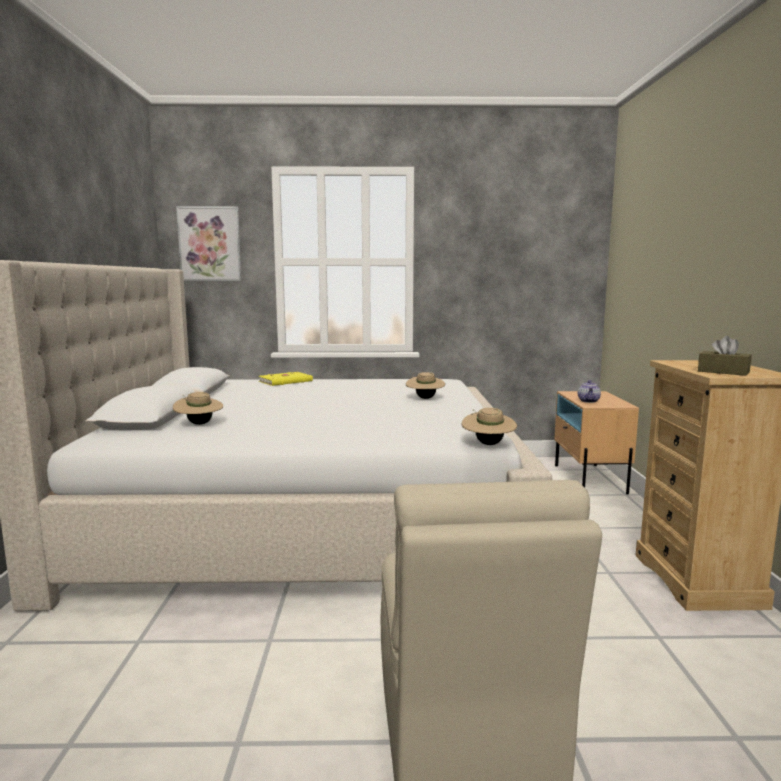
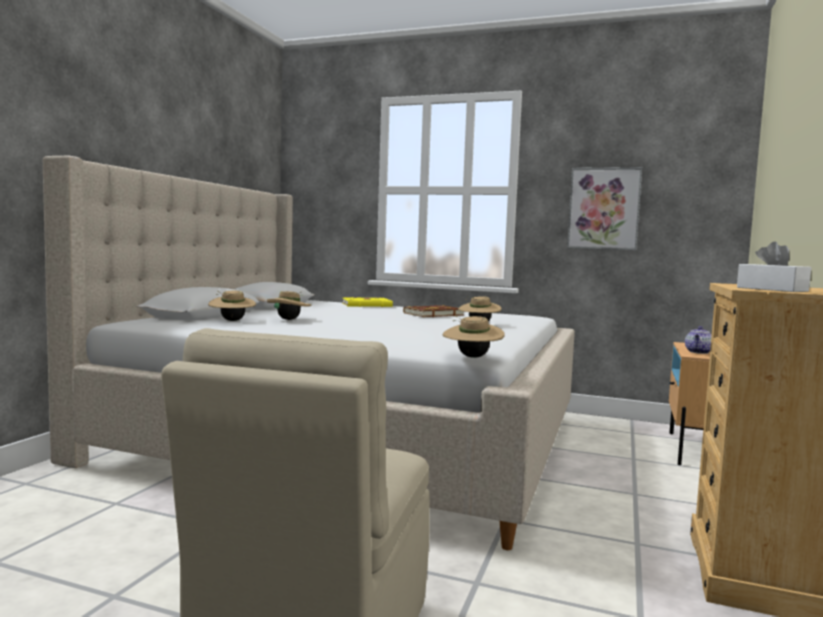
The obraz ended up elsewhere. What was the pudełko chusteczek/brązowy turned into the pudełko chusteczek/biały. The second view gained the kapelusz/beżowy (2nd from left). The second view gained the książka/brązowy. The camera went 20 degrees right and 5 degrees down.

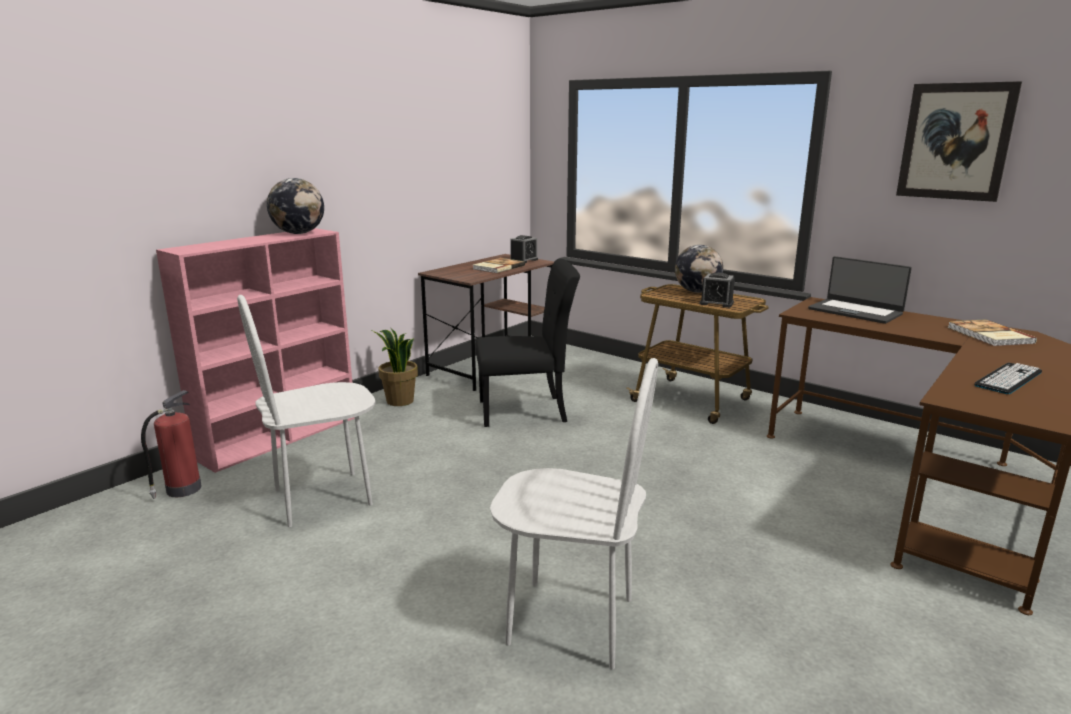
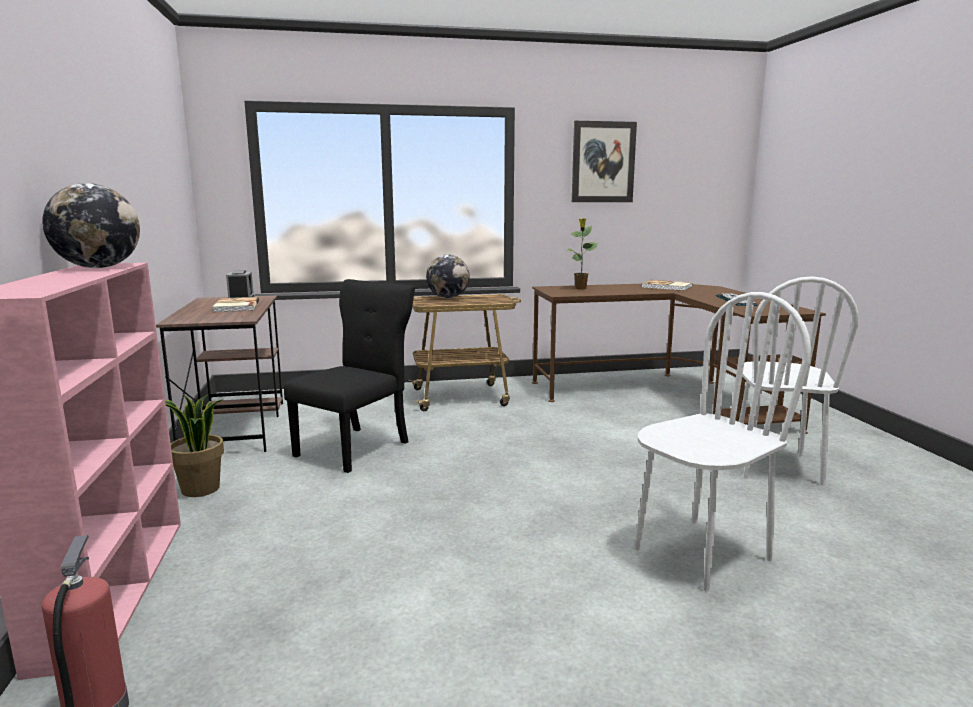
Where the laptop stood, the roślina doniczkowa (2nd from left) came to stand. The second view lost the budzik (2nd from left). The krzesło/biały (1st from left in the first image) ended up elsewhere. The camera went 50 degrees left and 5 degrees down.

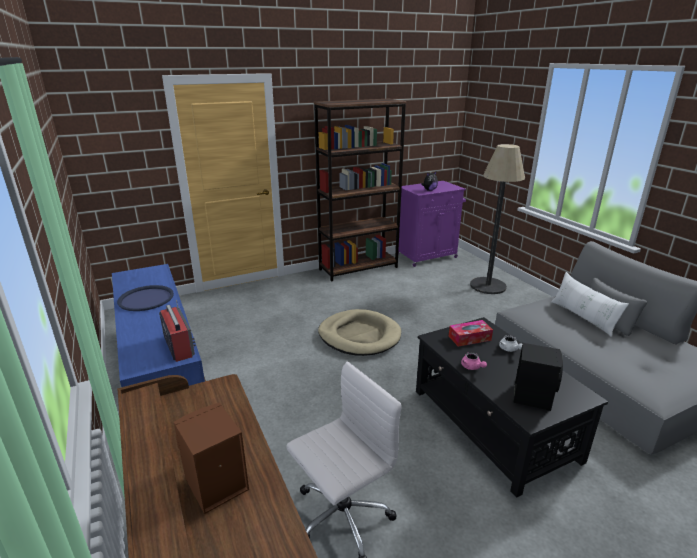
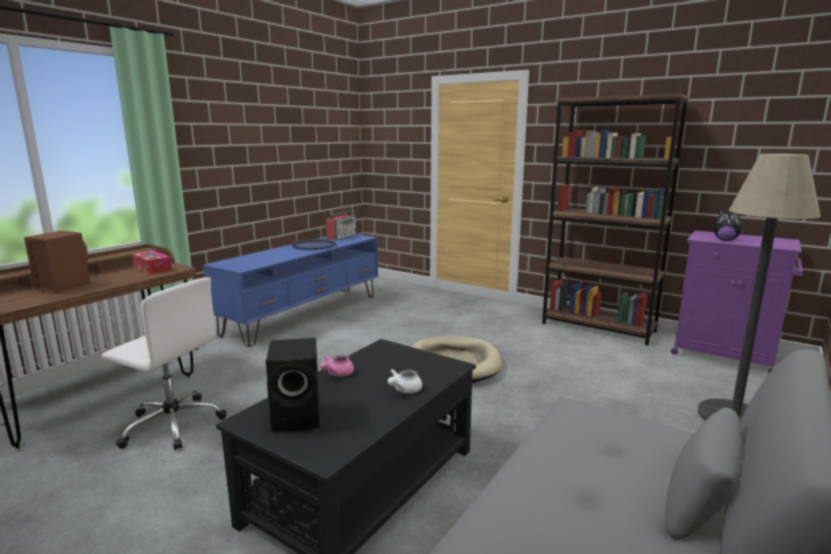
The second view lost the poduszka/biały. The radio ended up elsewhere. The pudełko chusteczek ended up elsewhere. The camera went 60 degrees right and 10 degrees down.

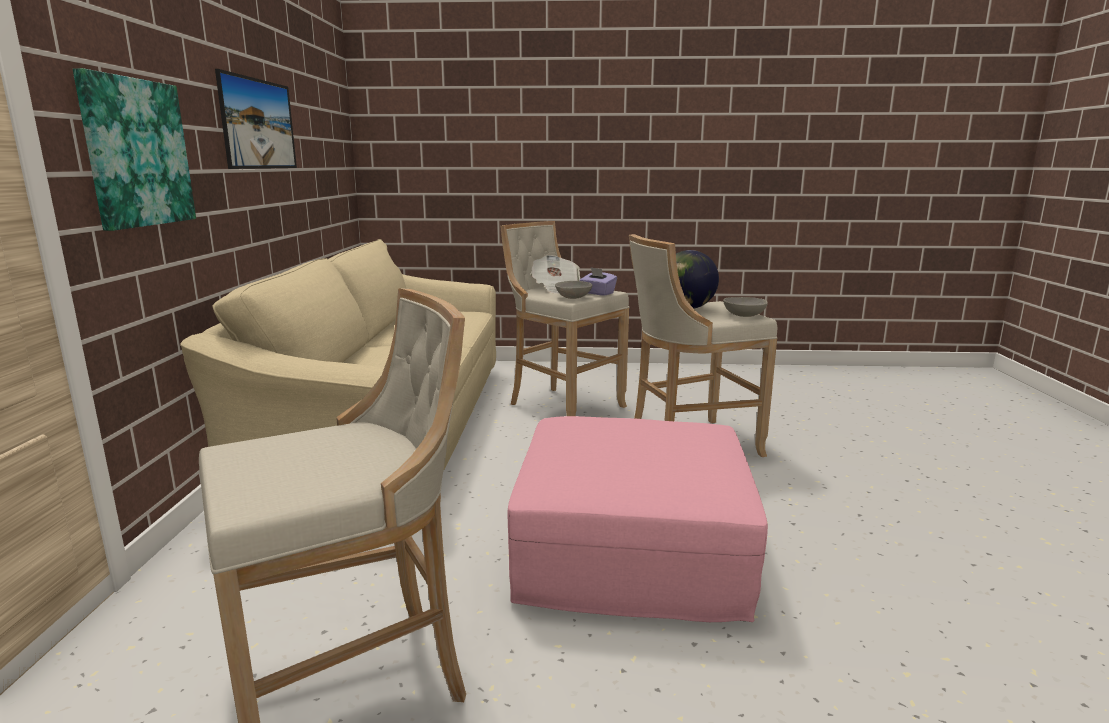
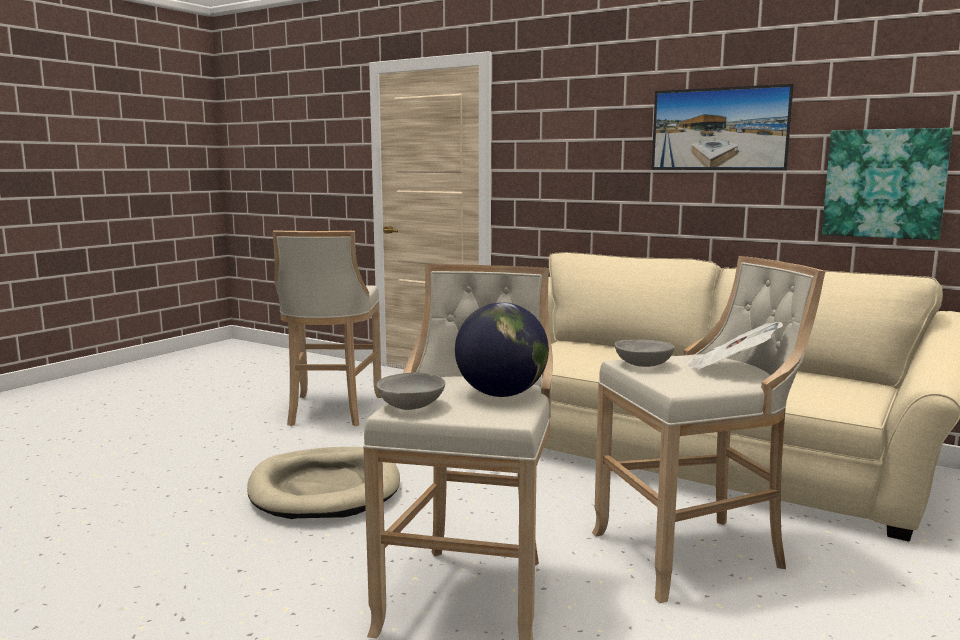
The obraz (1st from left in the first image) ended up elsewhere. The second view lost the pudełko chusteczek/fioletowy. Where the pufa/różowy stood, the legowisko/beżowy came to stand. The camera went 120 degrees right and 5 degrees down.

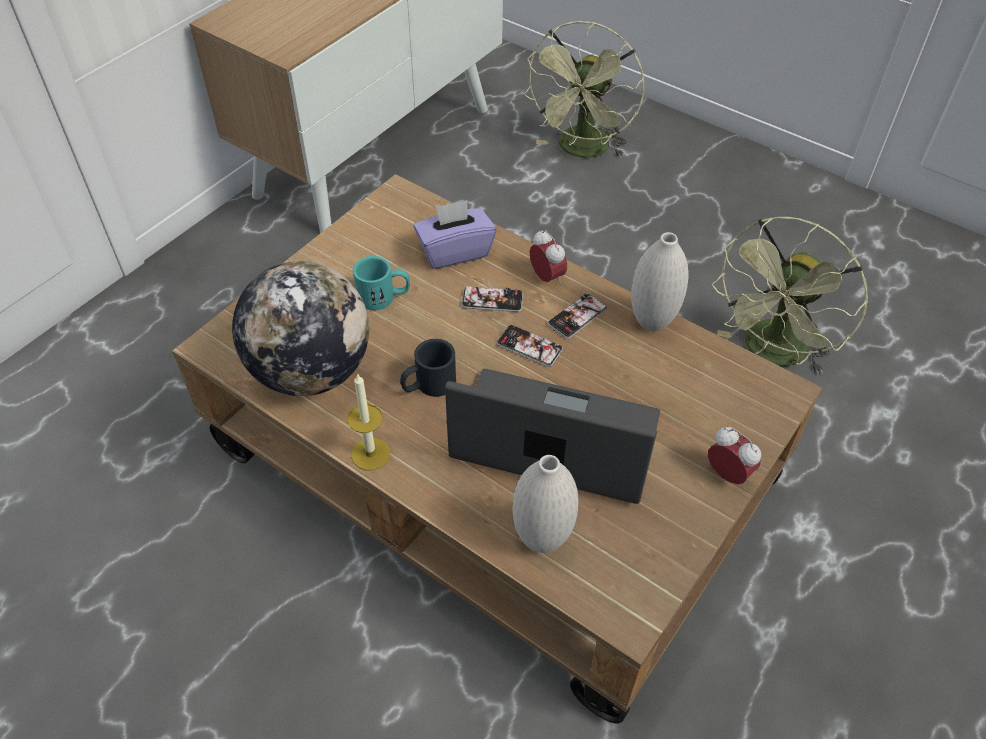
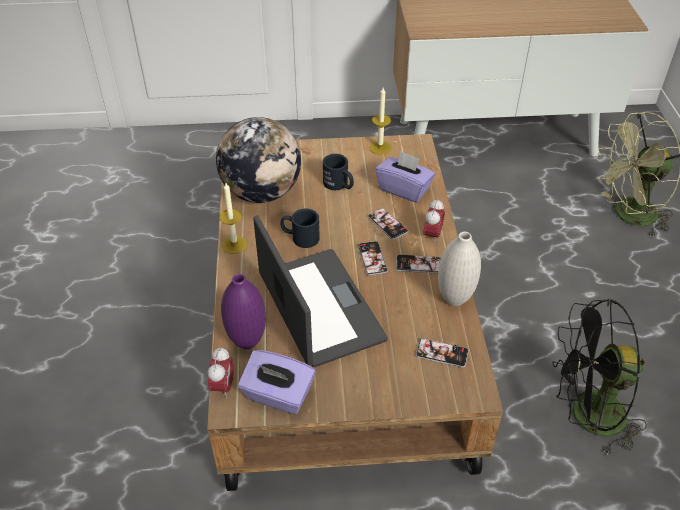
What was the wentylator/zielony (2nd from left) turned into the wentylator/czarny. What was the kubek/turkusowy turned into the kubek/czarny (2nd from left). The budzik (2nd from left in the first image) ended up elsewhere. What was the wazon/biały (1st from left) turned into the wazon/fioletowy. The second view gained the świeca (2nd from left). The second view gained the telefon (4th from left). The second view gained the pudełko chusteczek/fioletowy (1st from left). The camera went 50 degrees right and 5 degrees down.

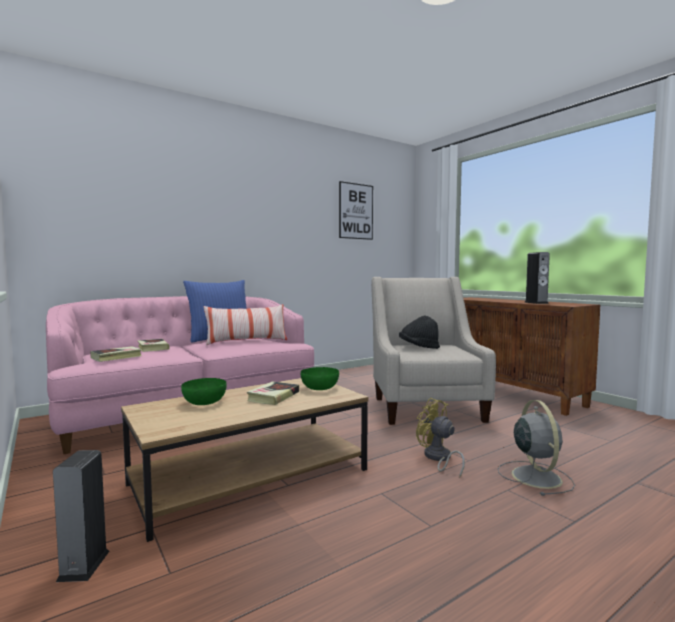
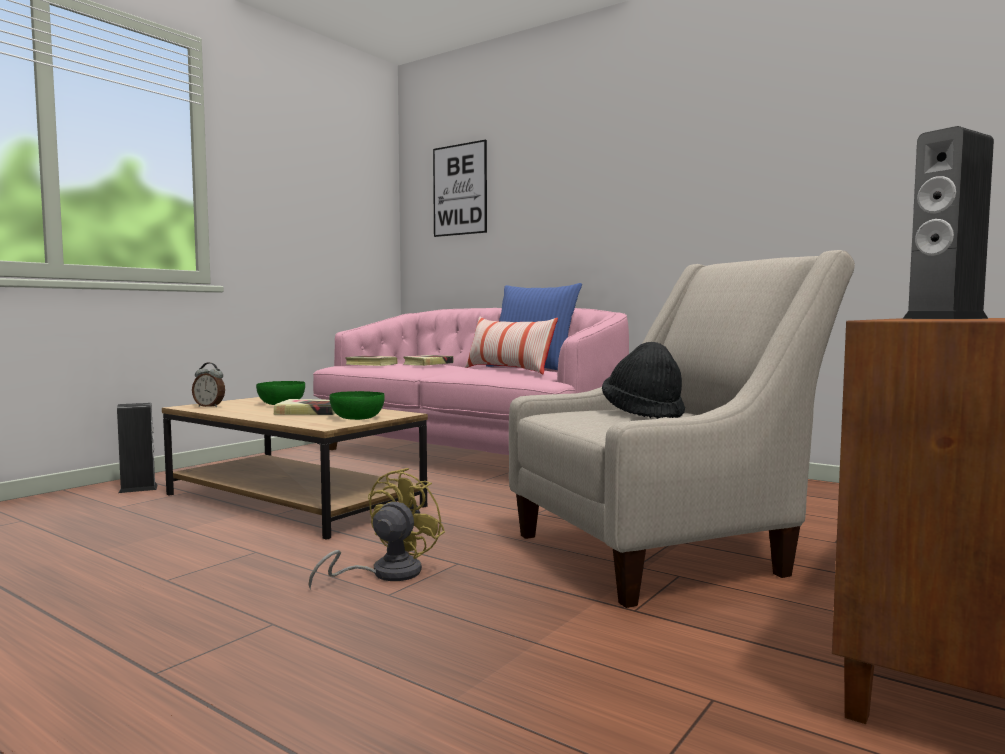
The obraz ended up elsewhere. The second view lost the wentylator/szary. The second view gained the budzik. The camera went 70 degrees right and 0 degrees up.

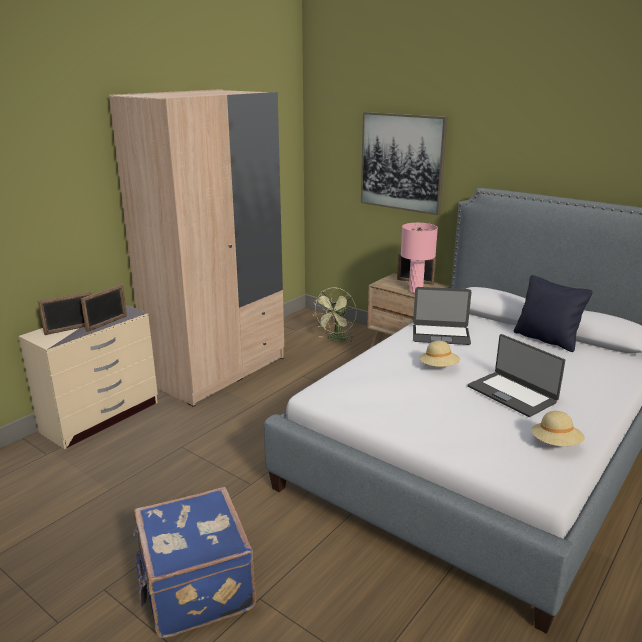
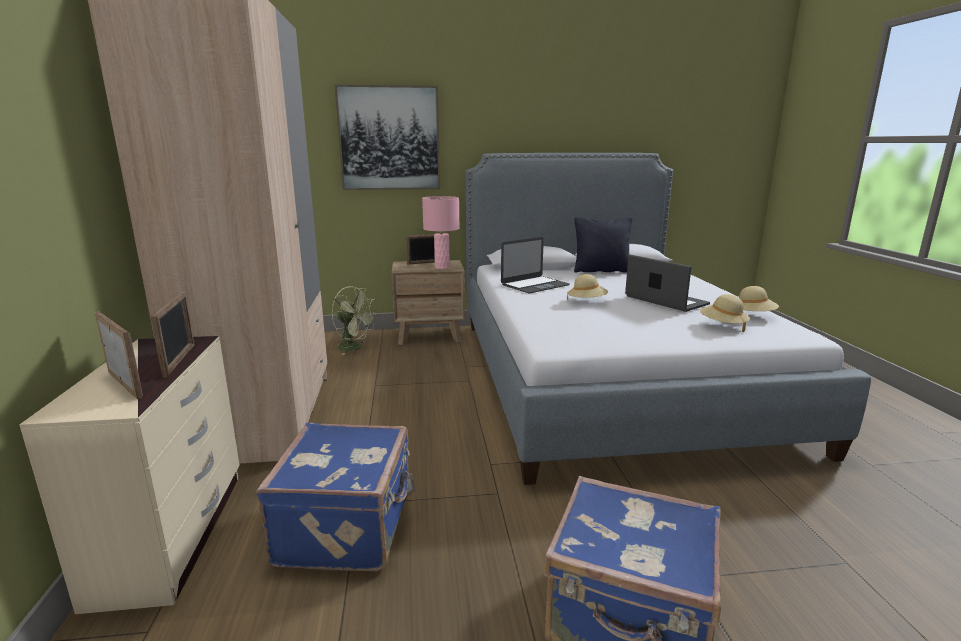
The wentylator/zielony ended up facing another way, 45 degrees counterclockwise from before. The ramka na zdjęcie (1st from left) ended up facing another way, 60 degrees counterclockwise from before. The laptop (2nd from left) ended up facing another way, 135 degrees counterclockwise from before. The second view gained the kapelusz/beżowy (2nd from left). The second view gained the walizka/niebieski (1st from left). The camera went 45 degrees left and 5 degrees down.

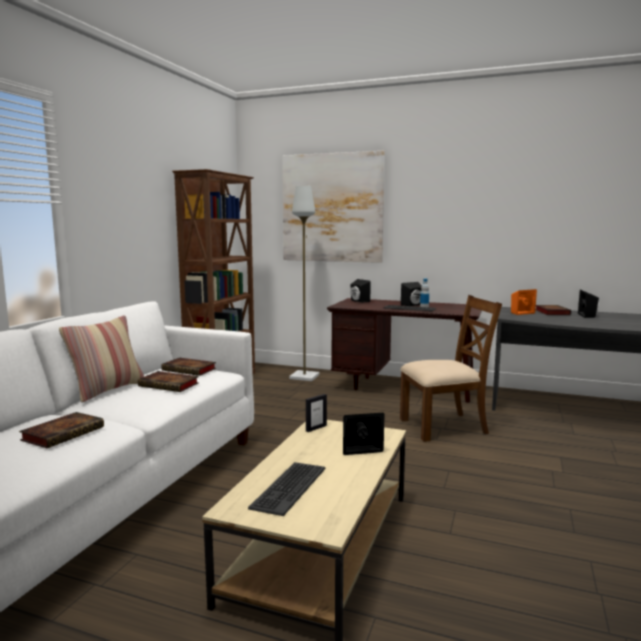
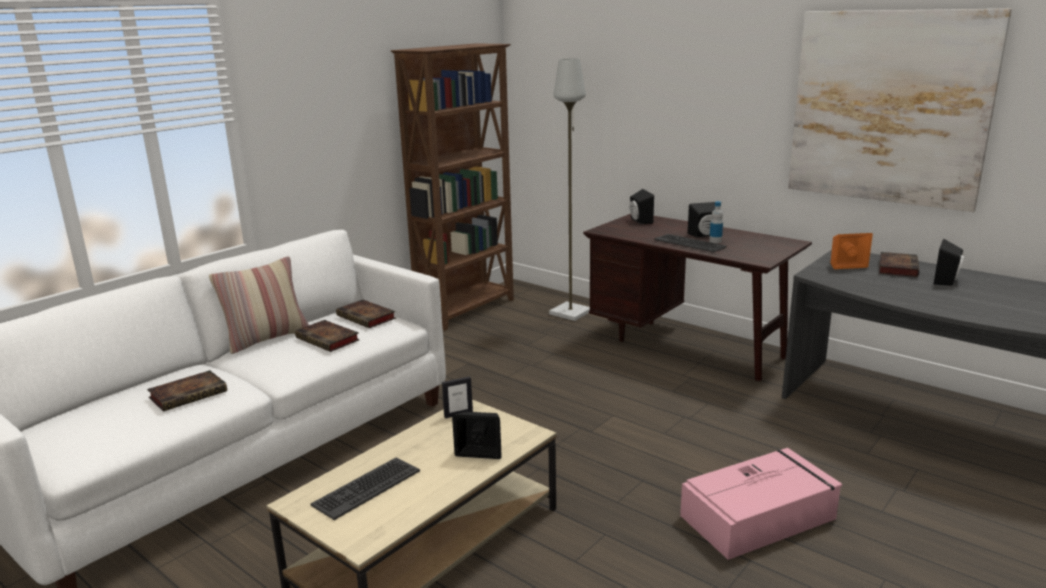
The obraz ended up elsewhere. The second view lost the krzesło/brązowy. The second view gained the pojemnik do przechowywania/różowy. The camera went 20 degrees right and 10 degrees up.

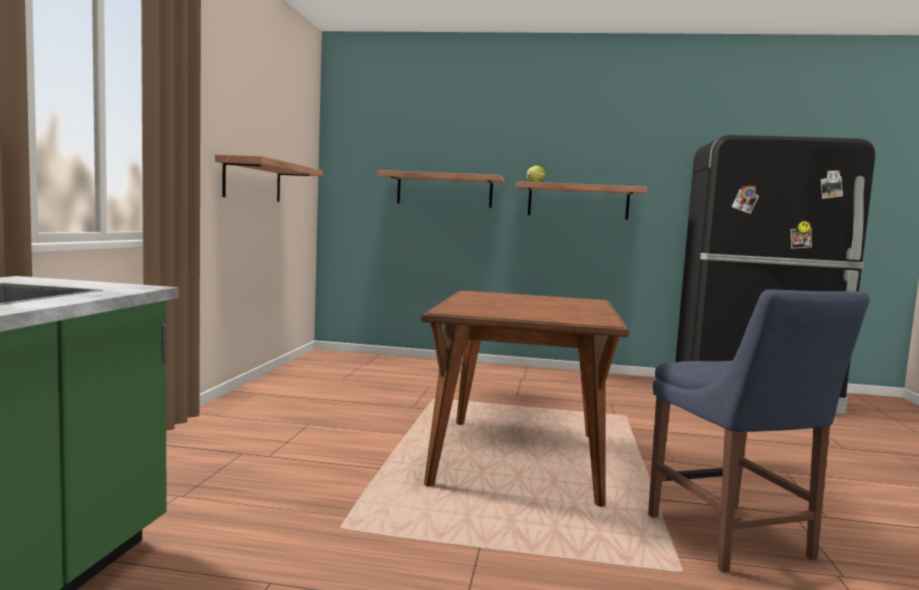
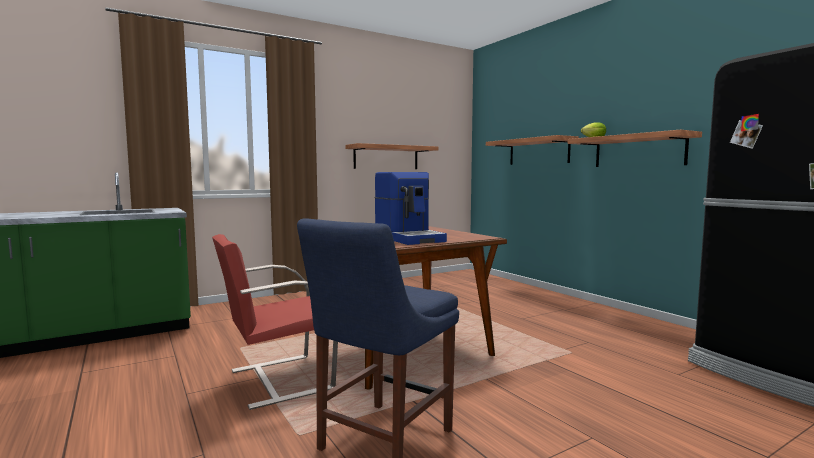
The second view gained the ekspres do kawy. The second view gained the krzesło/czerwony. The camera went 50 degrees right and 0 degrees up.

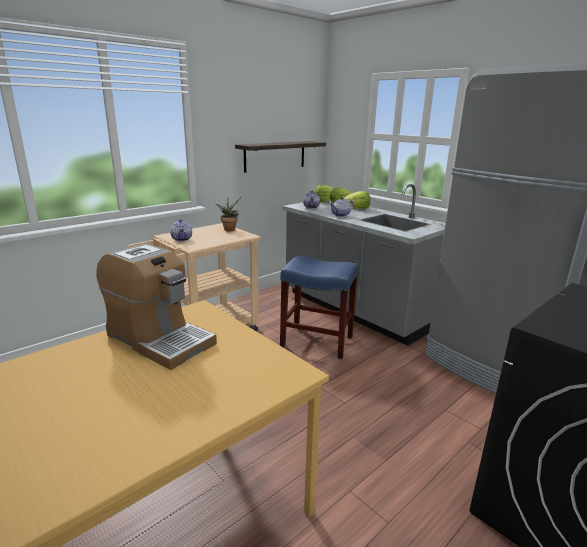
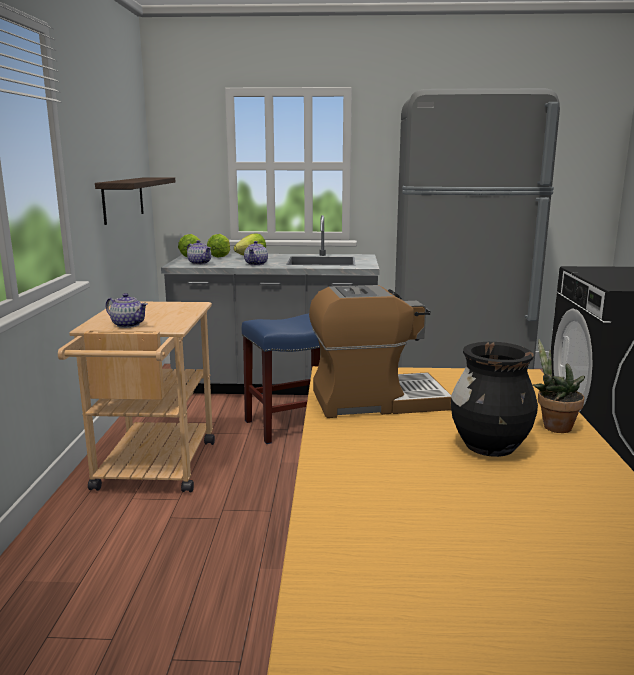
The roślina doniczkowa ended up elsewhere. The second view gained the wazon/czarny. The camera went 45 degrees left and 5 degrees down.

